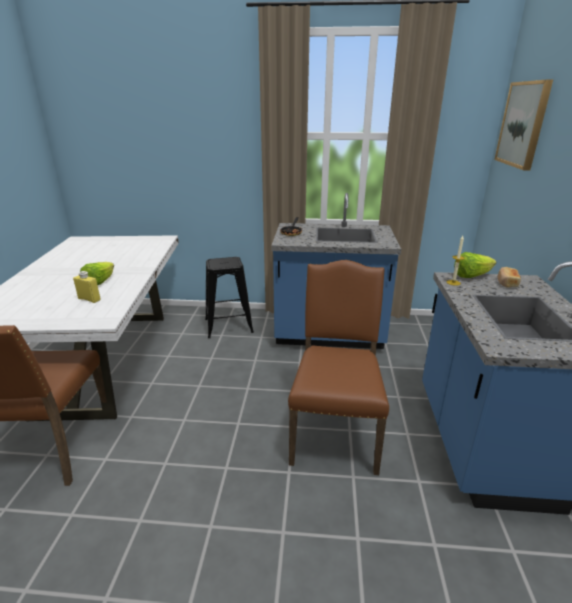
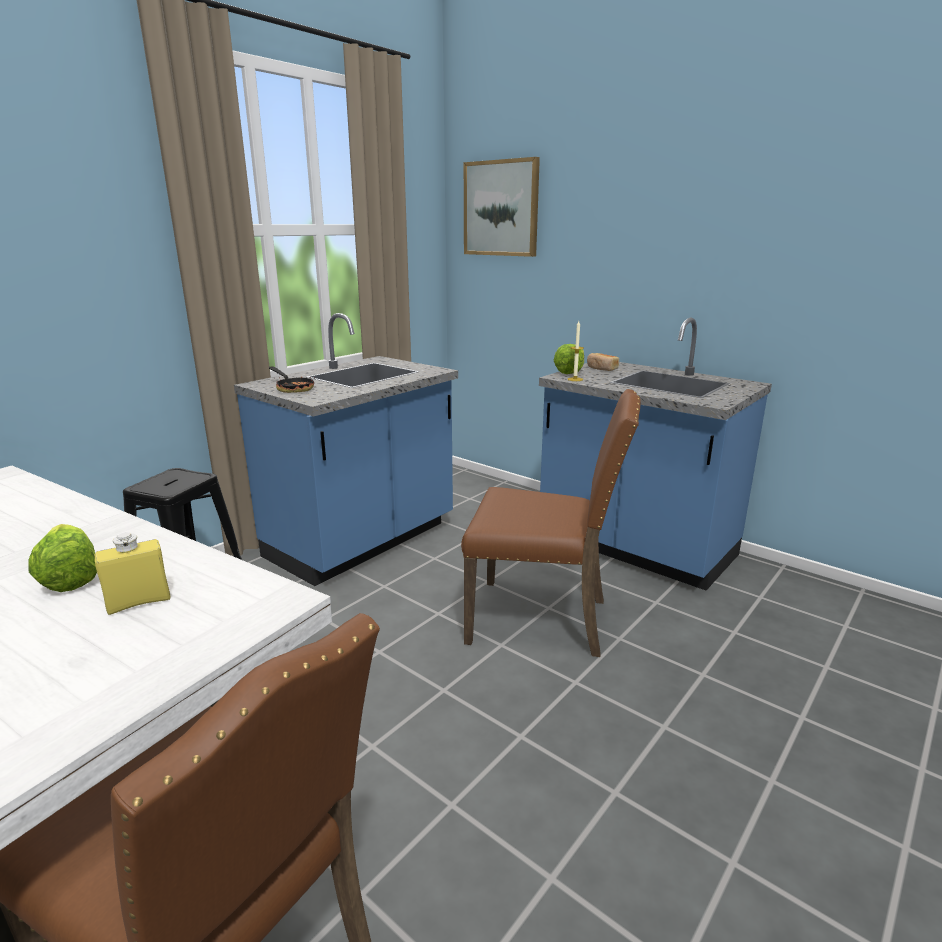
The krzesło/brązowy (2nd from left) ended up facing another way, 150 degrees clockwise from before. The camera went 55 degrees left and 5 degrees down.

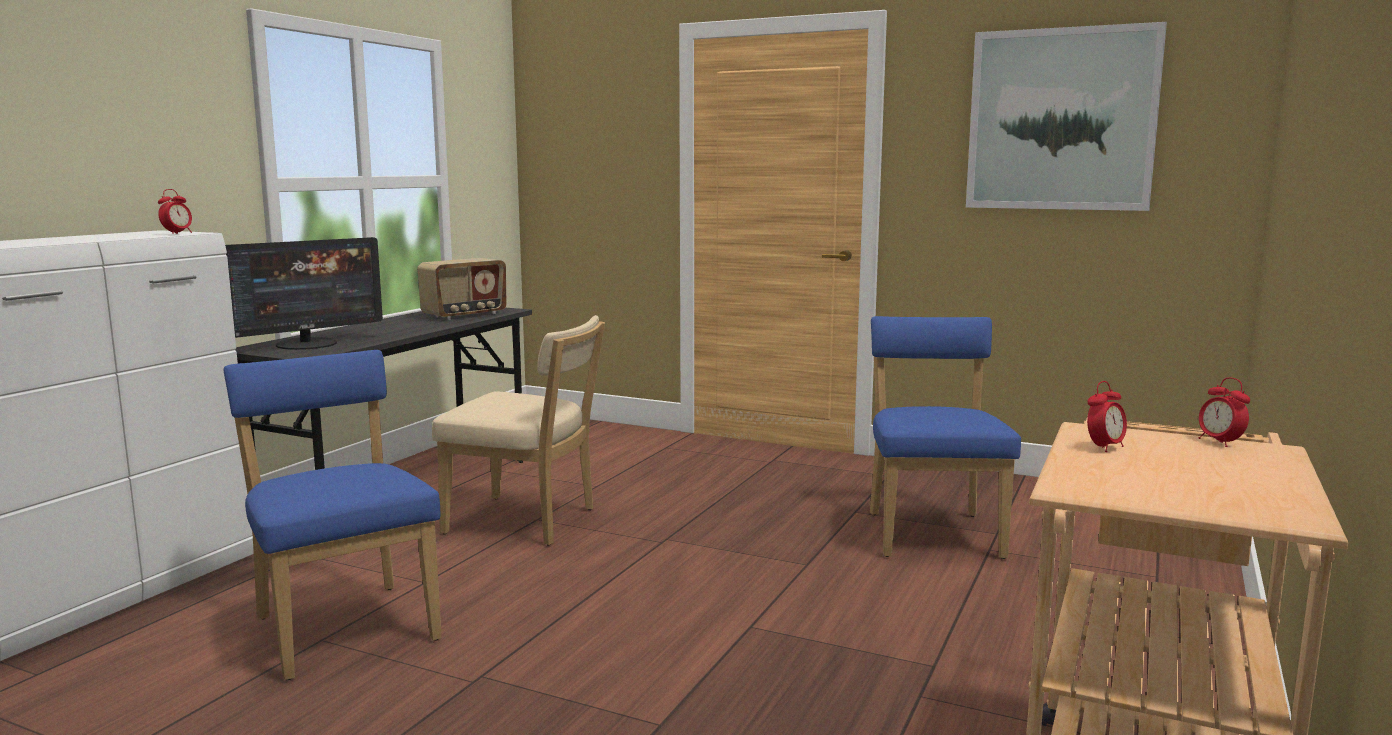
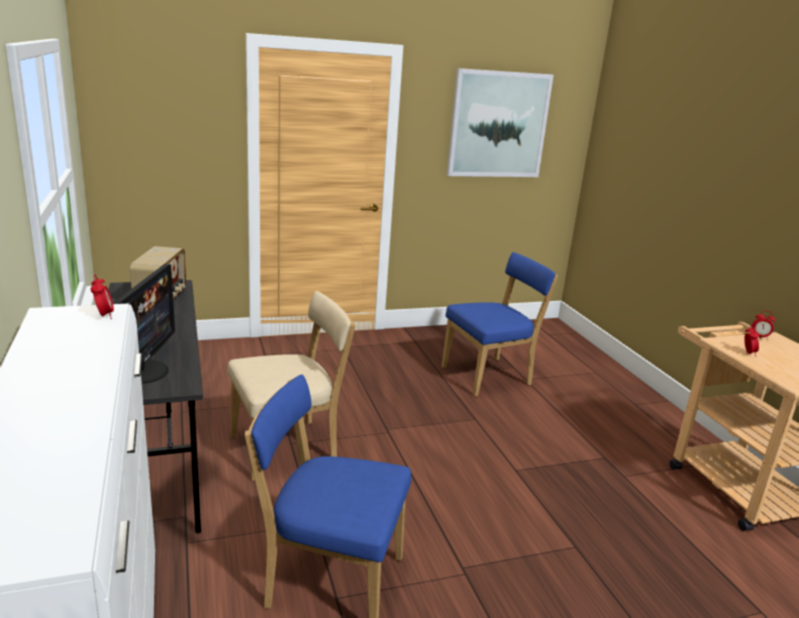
The krzesło/niebieski (2nd from left) ended up facing another way, 105 degrees clockwise from before. The camera went 45 degrees left and 10 degrees up.

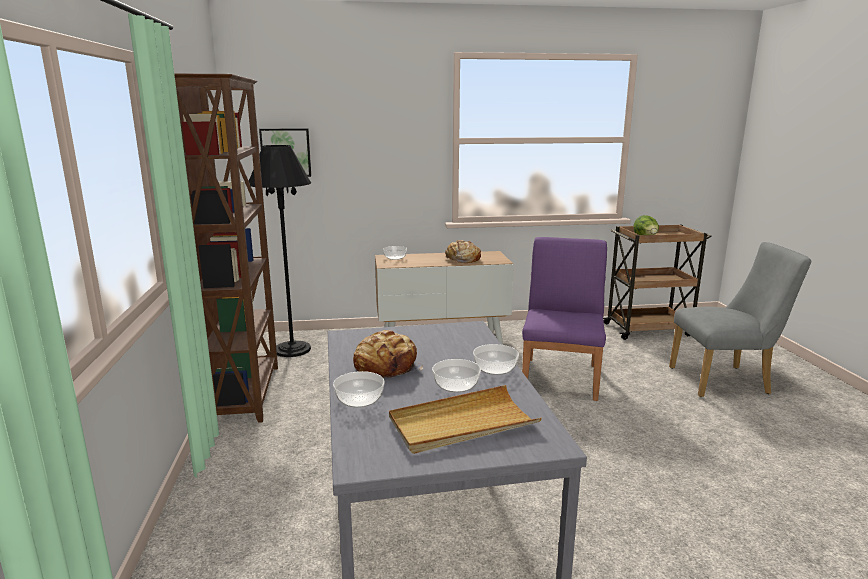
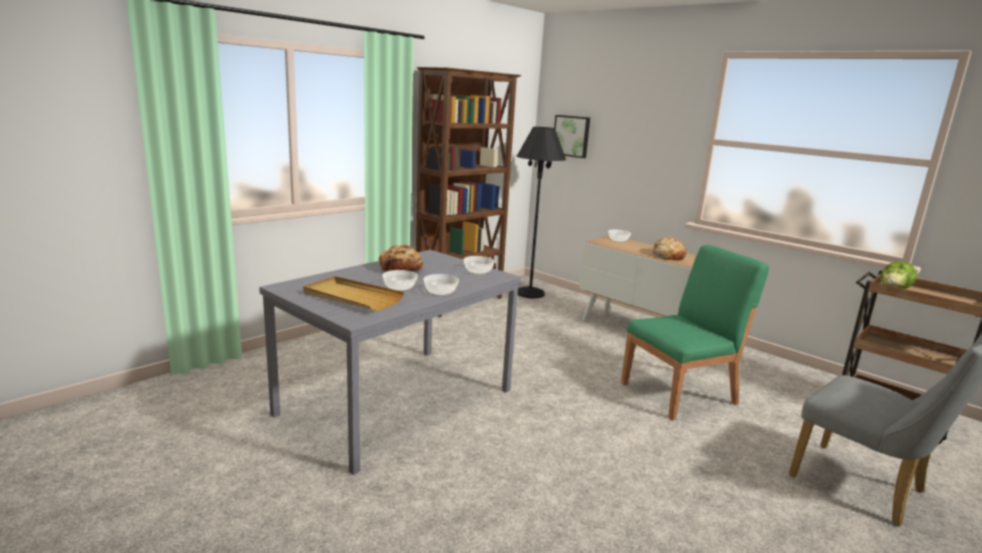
What was the krzesło/fioletowy turned into the krzesło/zielony. The miska (1st from left in the first image) ended up elsewhere. The camera went 50 degrees right and 0 degrees up.

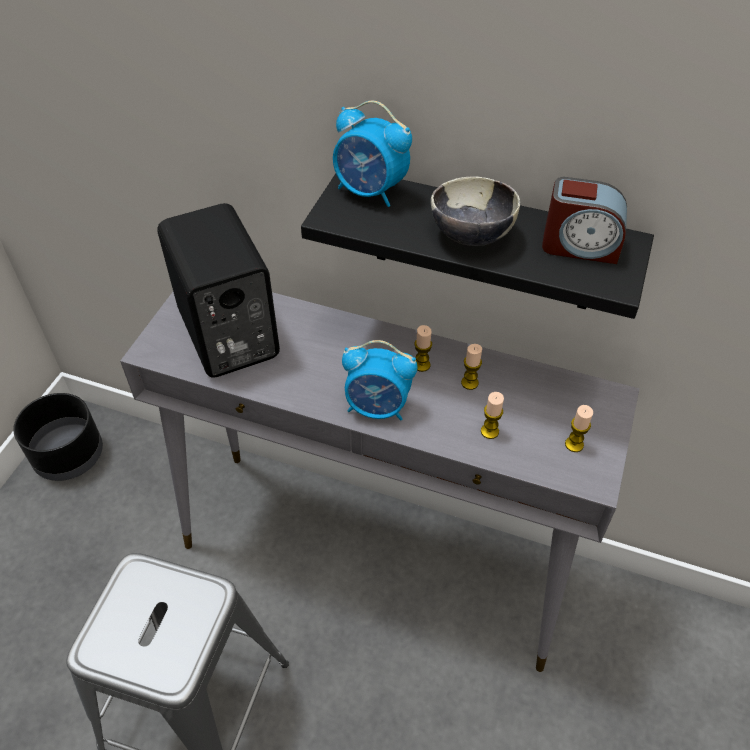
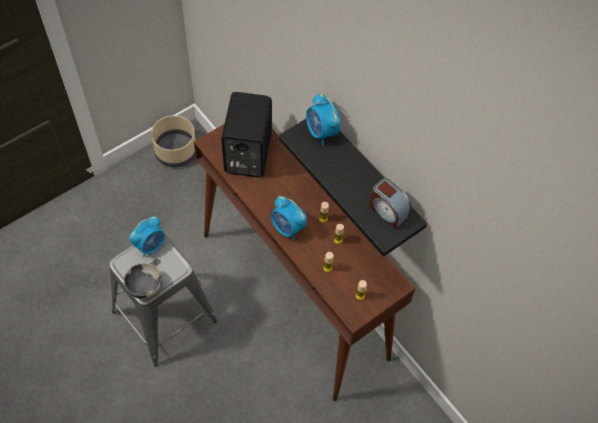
The miska ended up elsewhere. What was the stolik konsolowy/szary turned into the stolik konsolowy/brązowy. What was the donica/czarny turned into the donica/beżowy. The second view gained the budzik (1st from left). The camera went 30 degrees right and 10 degrees up.

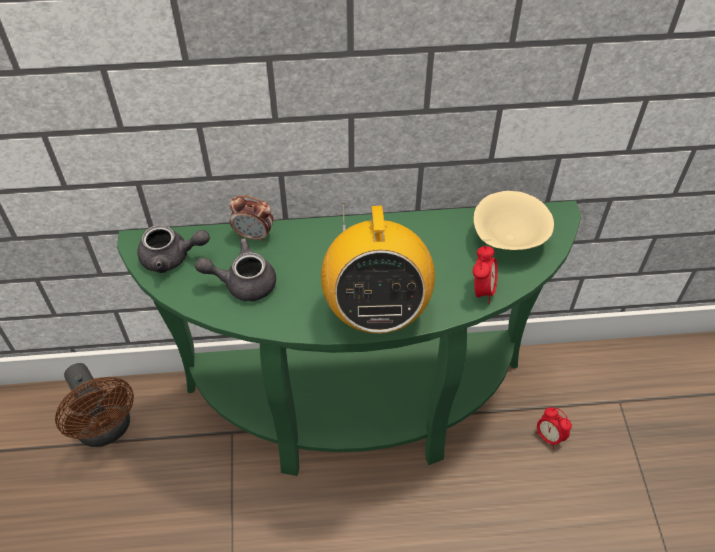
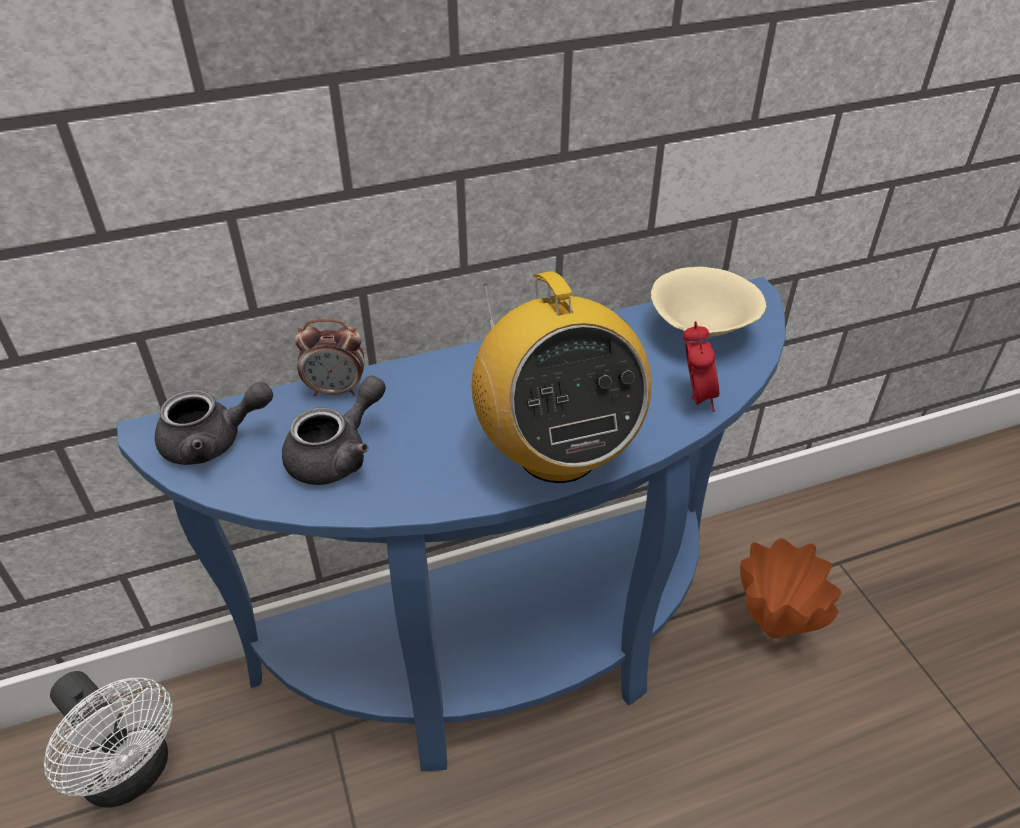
What was the stolik konsolowy/zielony turned into the stolik konsolowy/niebieski. The imbryk/szary (2nd from left) ended up facing another way, 150 degrees clockwise from before. What was the wentylator/brązowy turned into the wentylator/biały. Where the budzik (3rd from left) stood, the wazon/pomarańczowy came to stand. The camera went 15 degrees left and 10 degrees down.

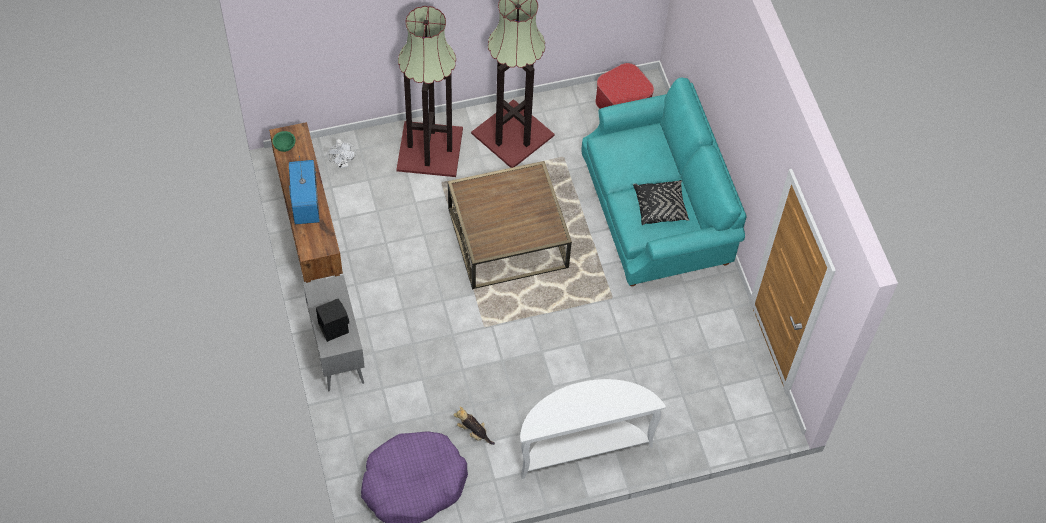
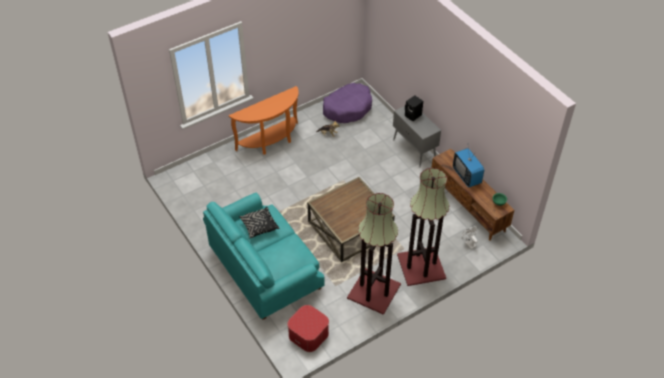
What was the stolik konsolowy/biały turned into the stolik konsolowy/pomarańczowy. The camera went 165 degrees right and 10 degrees down.

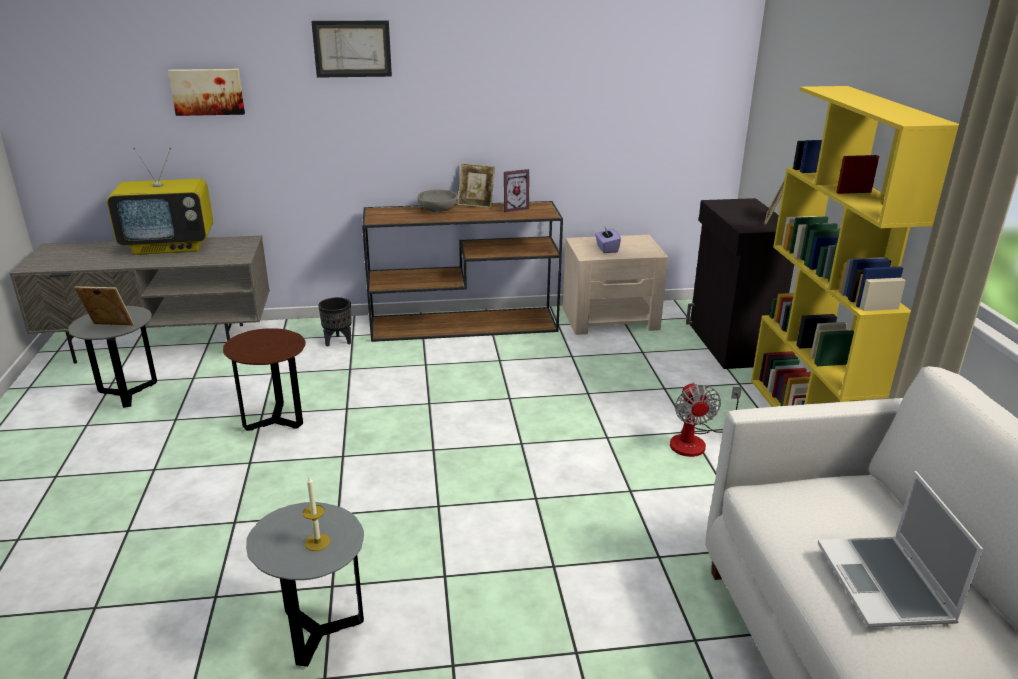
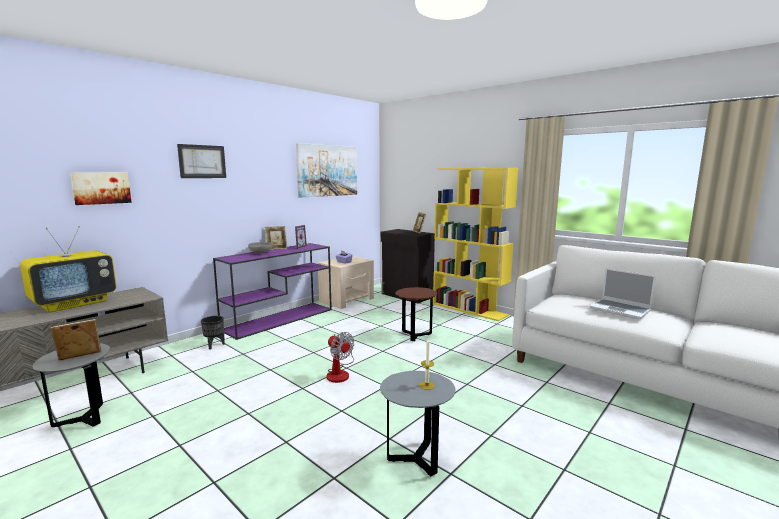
What was the stolik konsolowy/brązowy turned into the stolik konsolowy/fioletowy. The stolik/brązowy ended up elsewhere. The wentylator ended up elsewhere. The second view gained the obraz (3rd from left). The camera went 40 degrees left and 15 degrees down.

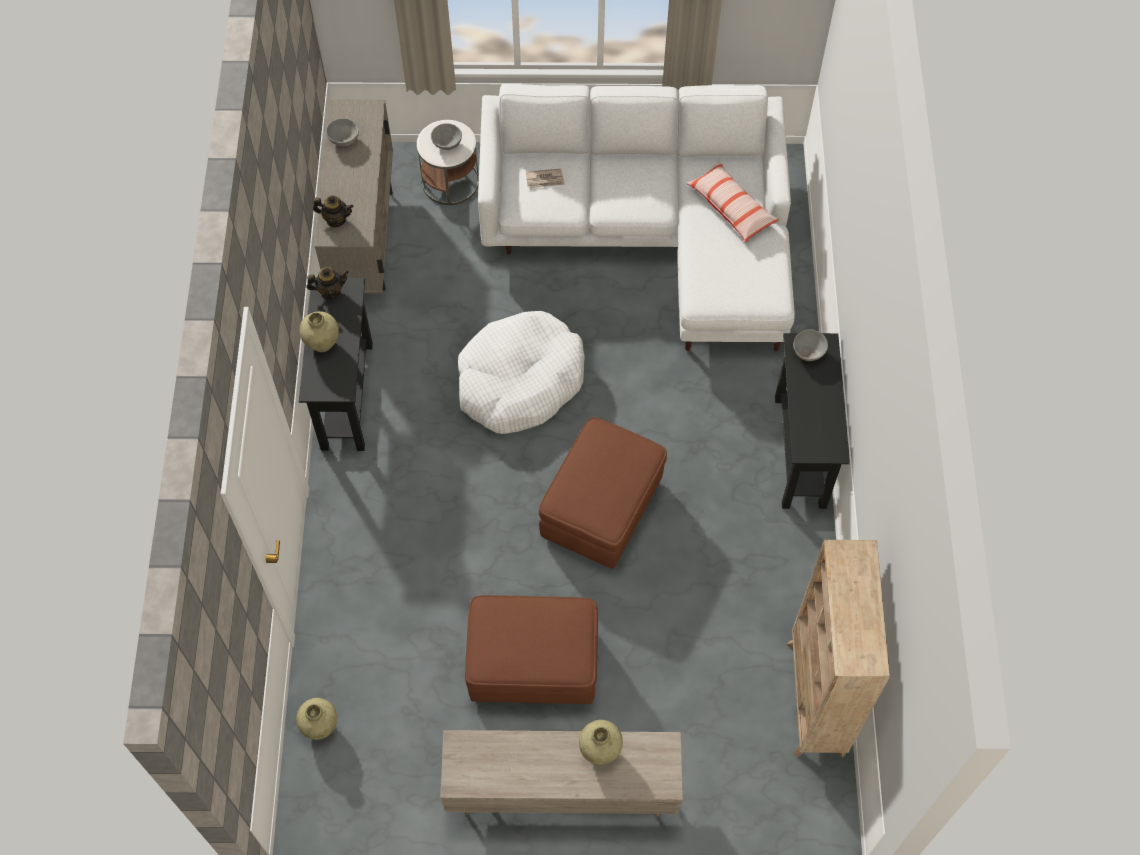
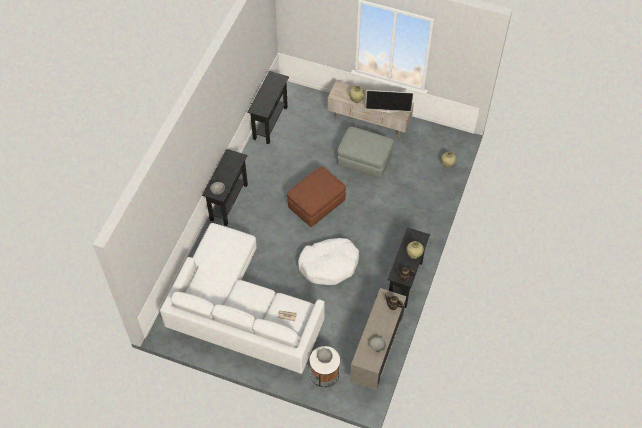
The second view lost the poduszka. Where the regał/beżowy stood, the stolik konsolowy/czarny (2nd from left) came to stand. What was the pufa/brązowy (1st from left) turned into the pufa/szary. The second view gained the telewizor. The camera went 160 degrees left and 5 degrees down.

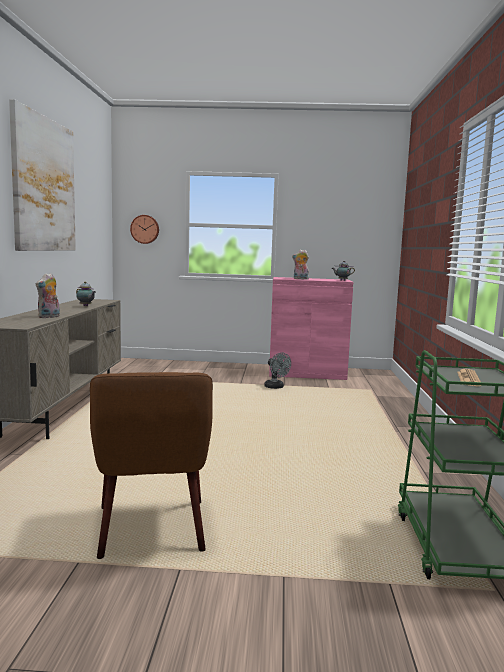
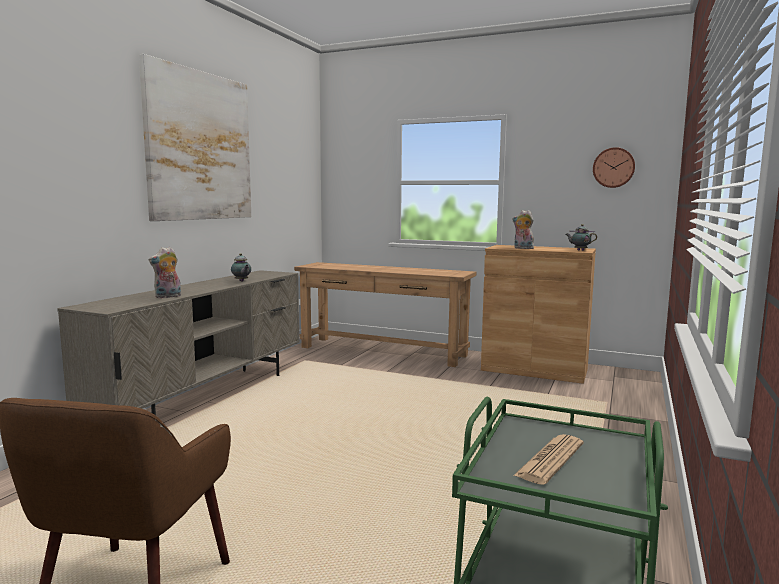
The zegar ścienny ended up elsewhere. What was the szafka/różowy turned into the szafka/brązowy. The second view lost the wentylator/szary. The second view gained the stolik konsolowy/brązowy. The camera went 20 degrees right and 0 degrees up.

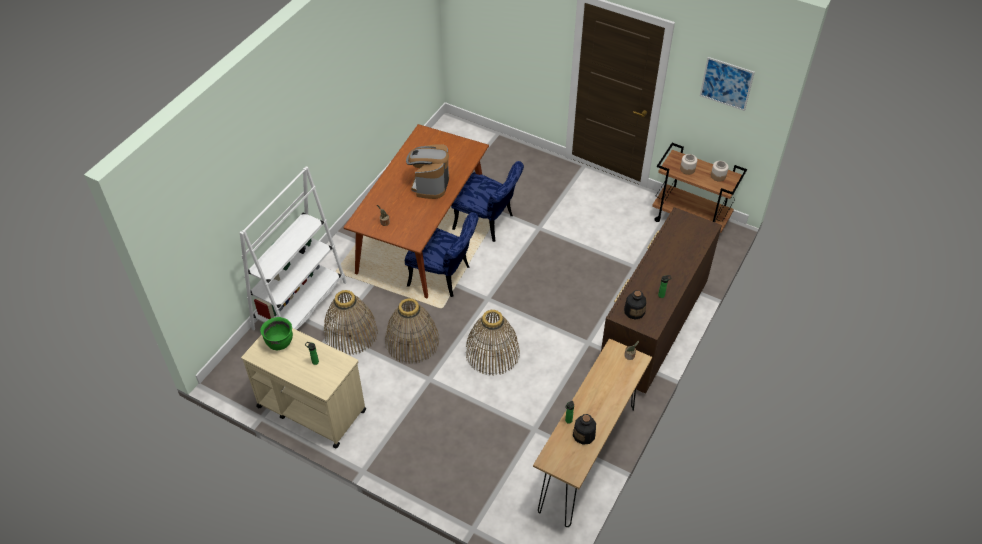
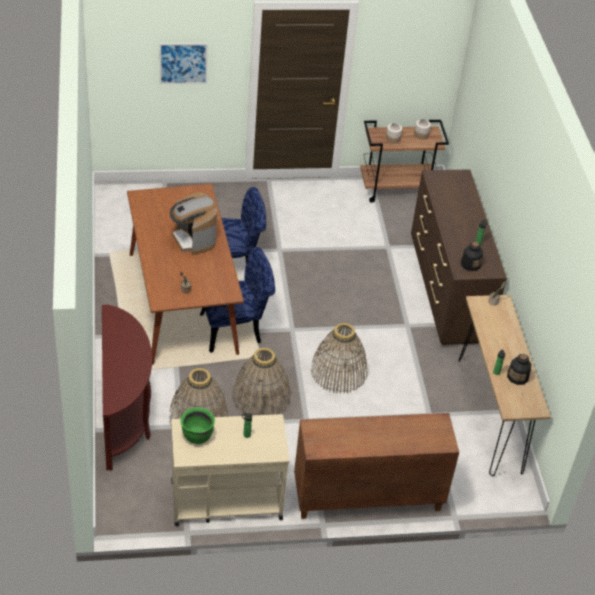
The obraz ended up elsewhere. Where the regał/biały stood, the stolik konsolowy/brązowy (1st from left) came to stand. The second view gained the szafka/brązowy. The camera went 40 degrees left and 5 degrees down.

